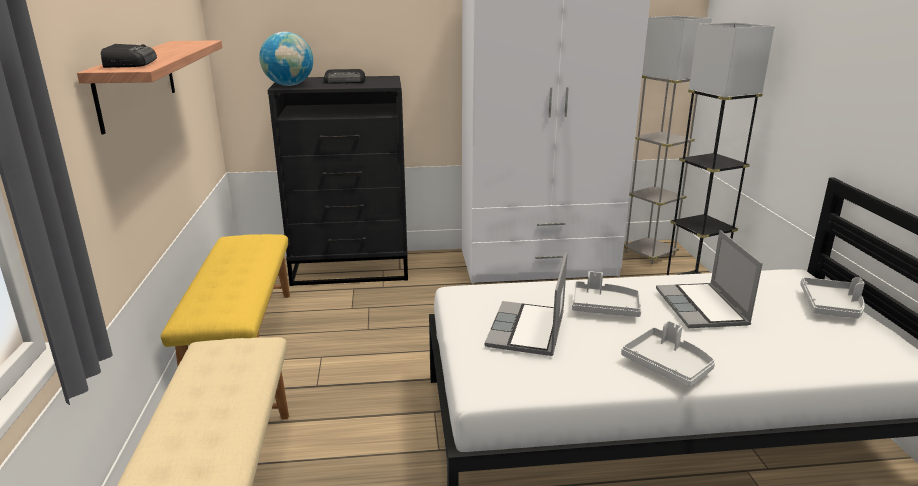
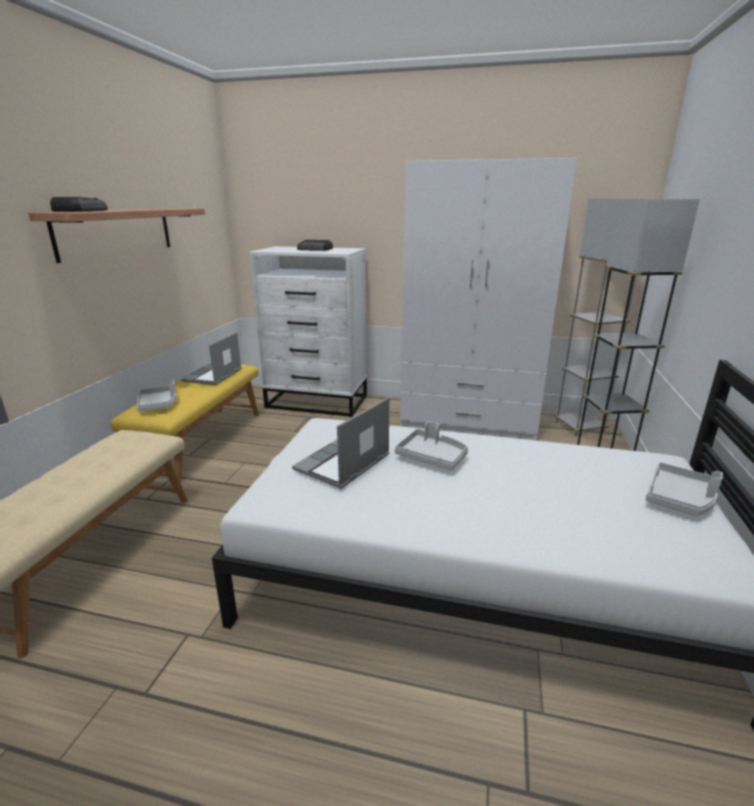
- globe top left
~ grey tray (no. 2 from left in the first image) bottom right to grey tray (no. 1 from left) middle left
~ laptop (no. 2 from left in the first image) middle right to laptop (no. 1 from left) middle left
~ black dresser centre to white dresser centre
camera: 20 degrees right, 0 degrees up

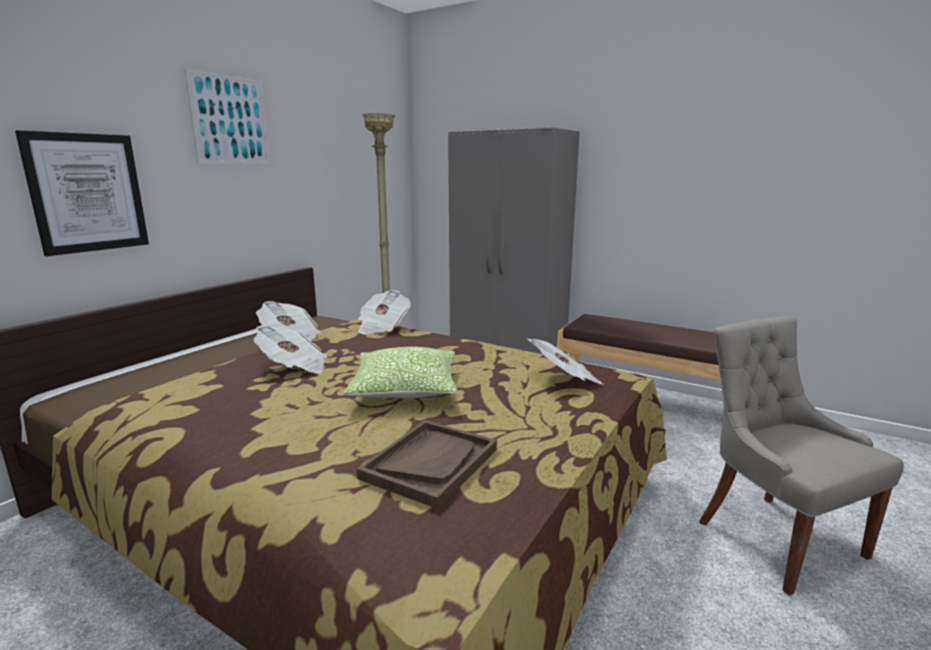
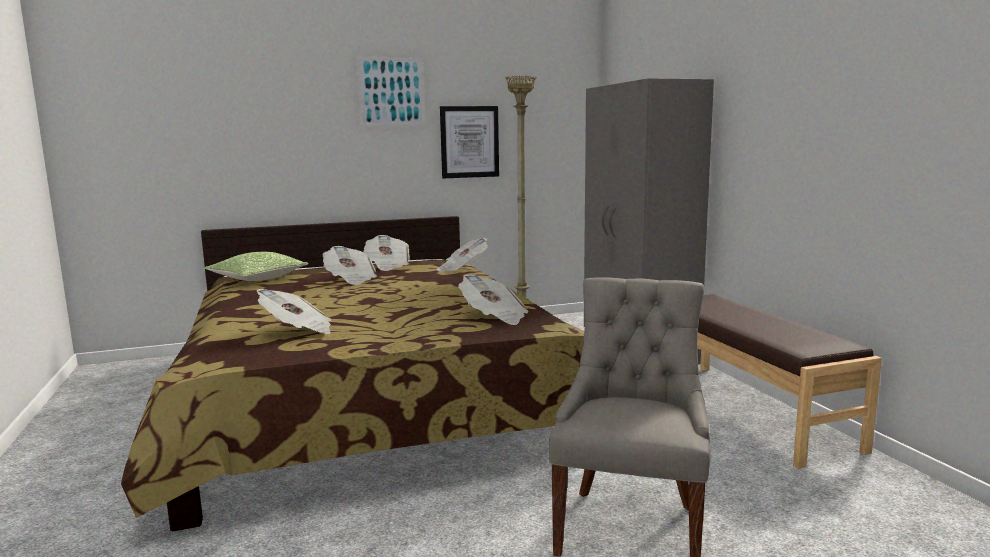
~ picture (no. 1 from left in the first image) top left to picture (no. 2 from left) top centre
~ pillow centre to middle left
~ brown tray bottom centre to newspaper (no. 1 from left) middle left
camera: 40 degrees right, 5 degrees down

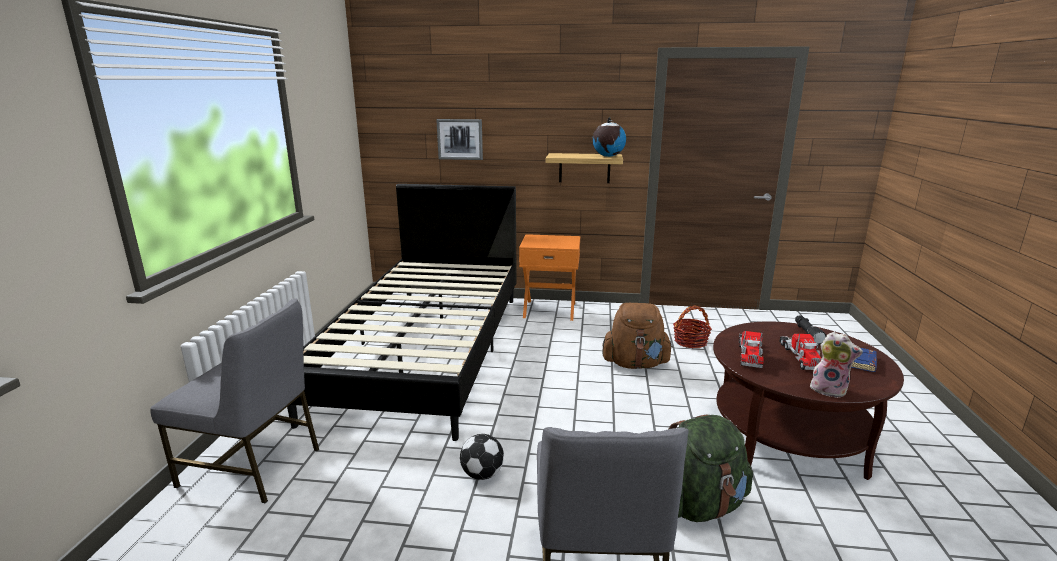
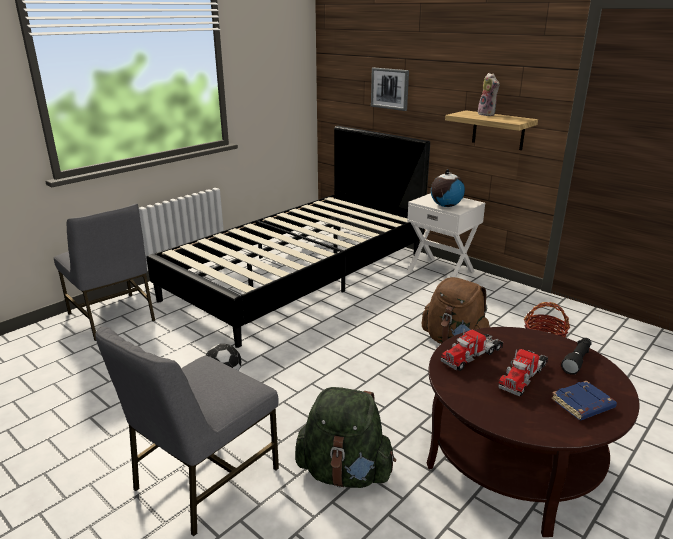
~ globe top centre to centre
~ plush toy middle right to top right
~ orange nightstand centre to white nightstand centre
camera: 35 degrees right, 5 degrees up

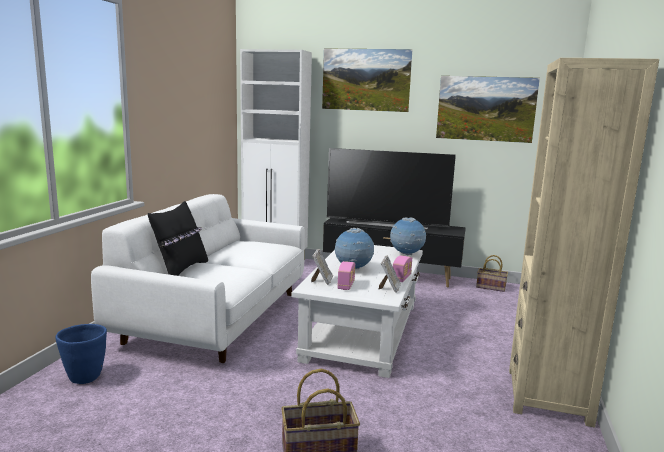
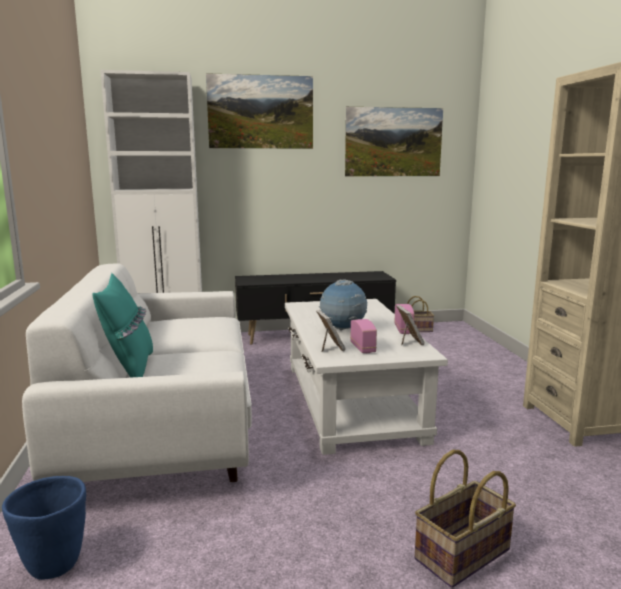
- television centre
- globe (no. 2 from left) centre
~ black pillow middle left to turquoise pillow middle left
camera: 25 degrees left, 0 degrees up

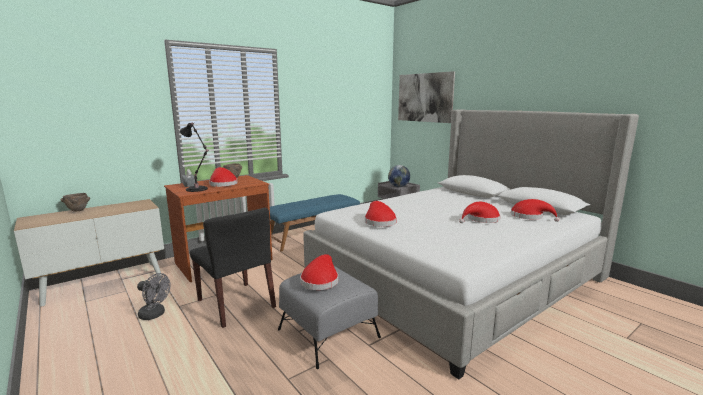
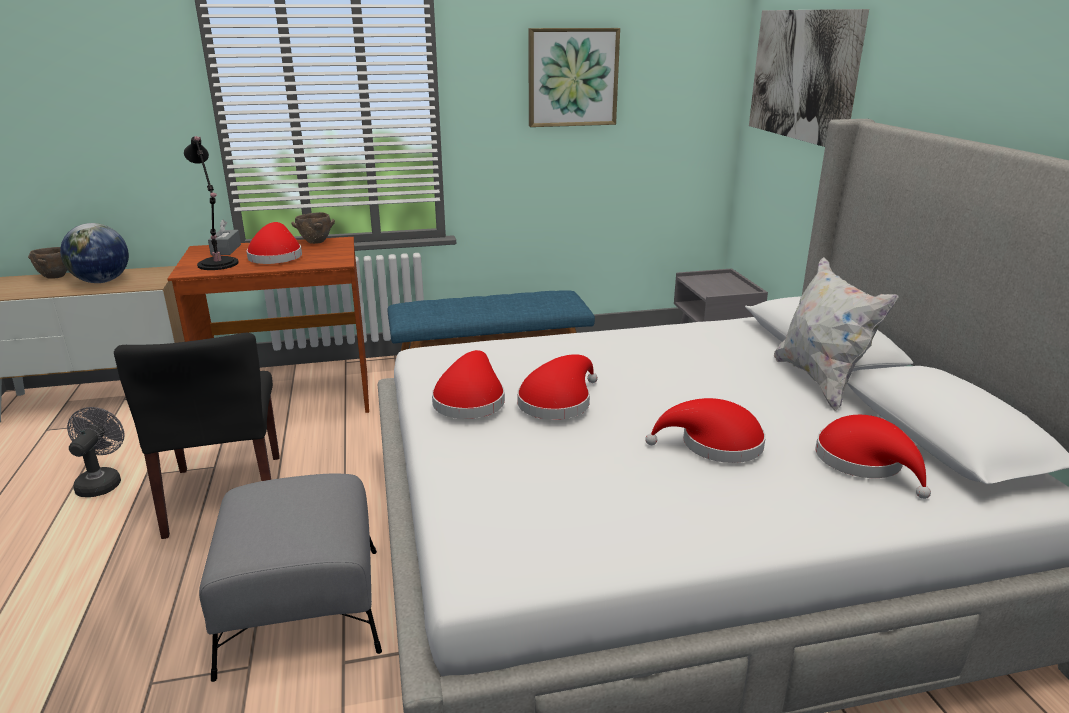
+ picture (no. 1 from left) top centre
+ white pillow middle right
~ red hat (no. 2 from left in the first image) bottom centre to red hat (no. 3 from left) centre
~ globe centre to middle left
~ grey fan bottom left = middle left 135 degrees counterclockwise
camera: 25 degrees right, 10 degrees up

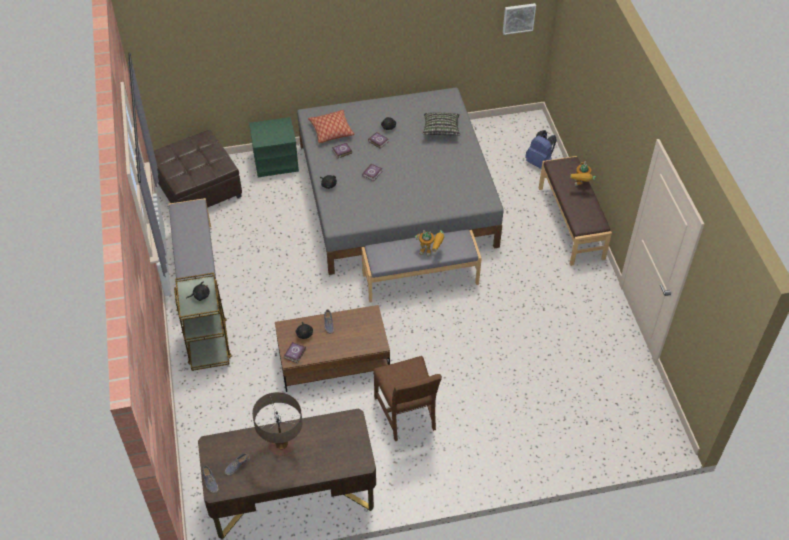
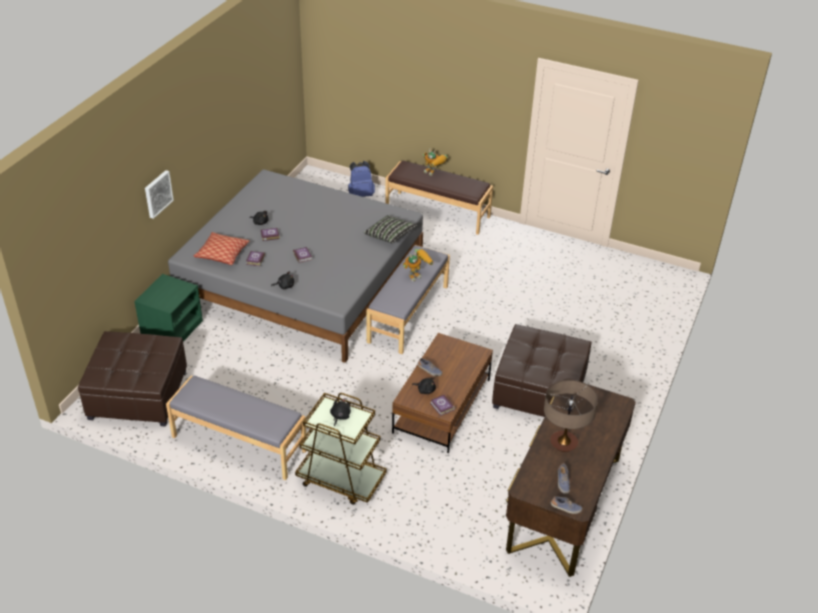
~ pillow (no. 2 from left) top centre to centre
~ picture top centre to top left
~ brown chair bottom centre to brown ottoman (no. 2 from left) centre
camera: 55 degrees left, 10 degrees down

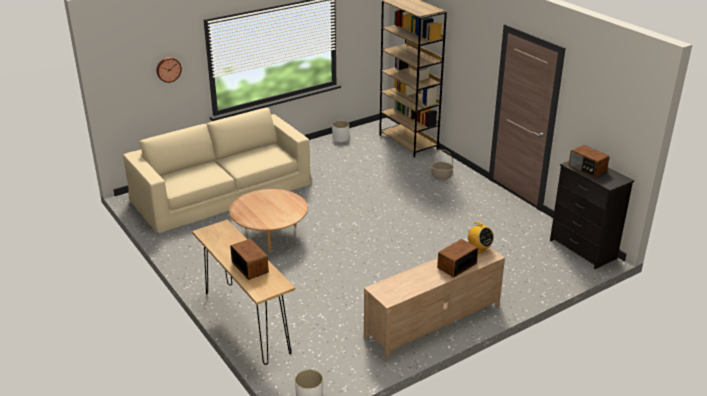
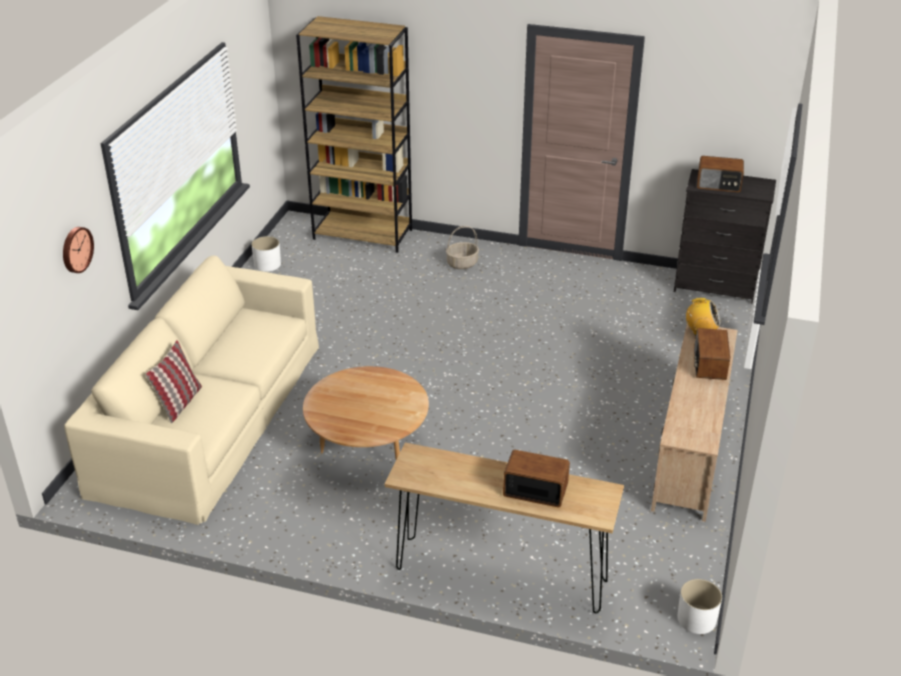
+ pillow middle left
camera: 40 degrees left, 5 degrees up

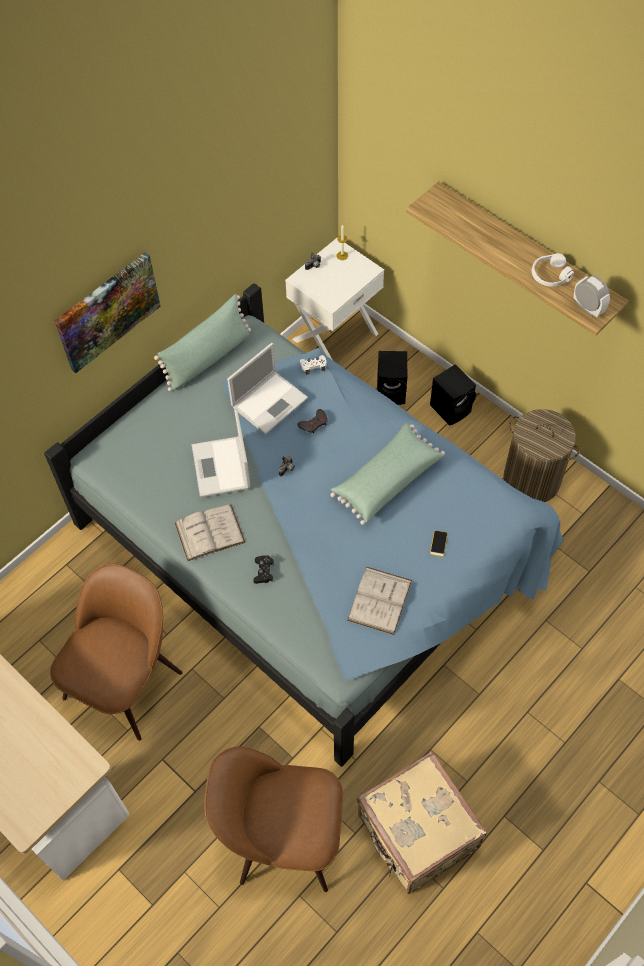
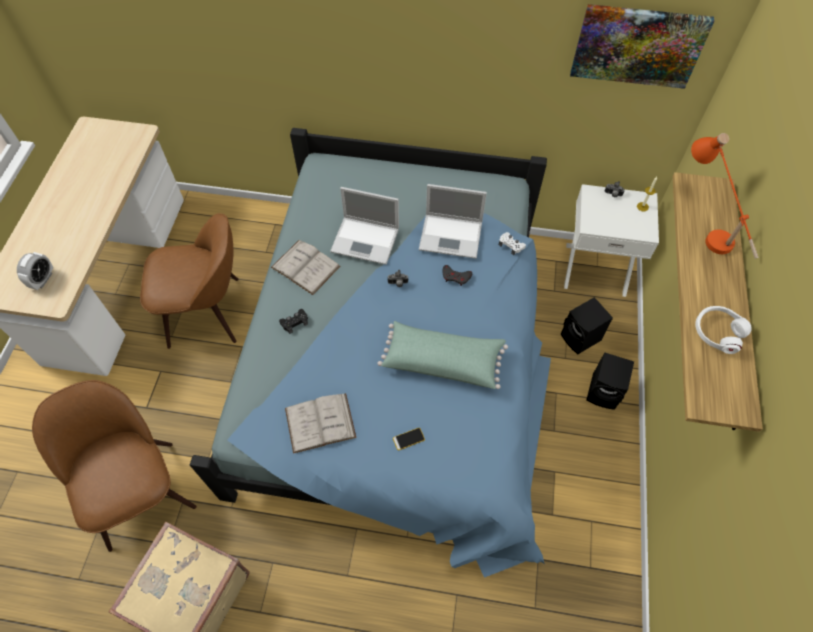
- green pillow (no. 1 from left) middle left
- laundry basket middle right
+ orange table lamp top right
~ picture top left to top right
~ alarm clock top right to middle left
~ laptop (no. 1 from left) centre = centre 120 degrees counterclockwise
camera: 55 degrees right, 0 degrees up

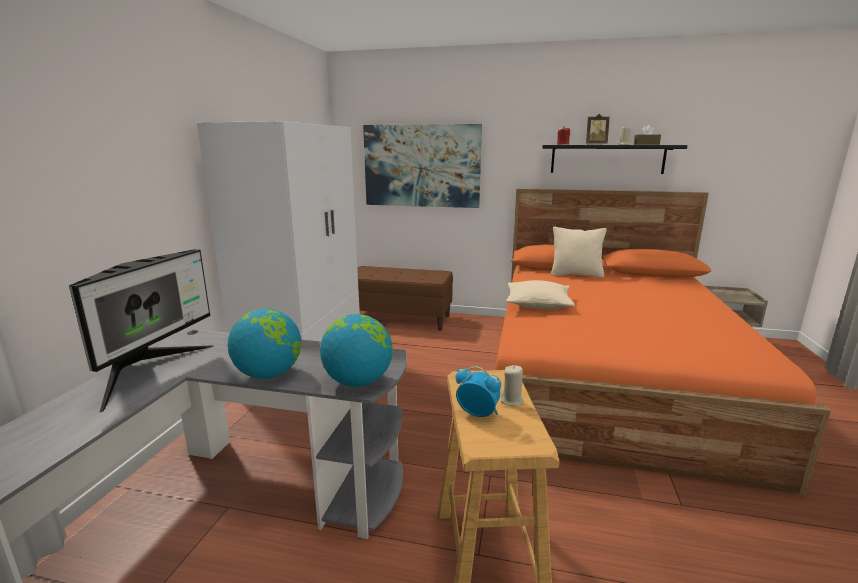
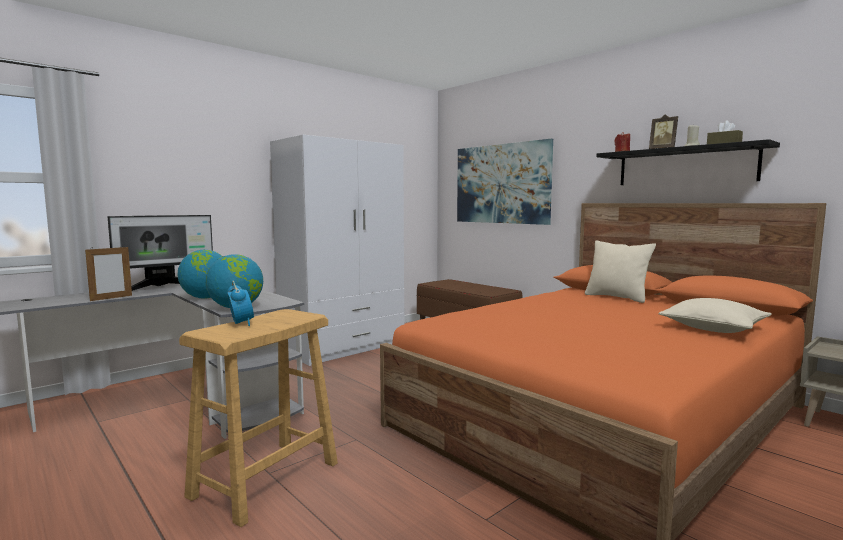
- beige candle (no. 1 from left) centre
+ picture frame (no. 1 from left) middle left
~ beige pillow (no. 1 from left in the first image) centre to beige pillow (no. 2 from left) middle right
camera: 35 degrees right, 10 degrees down

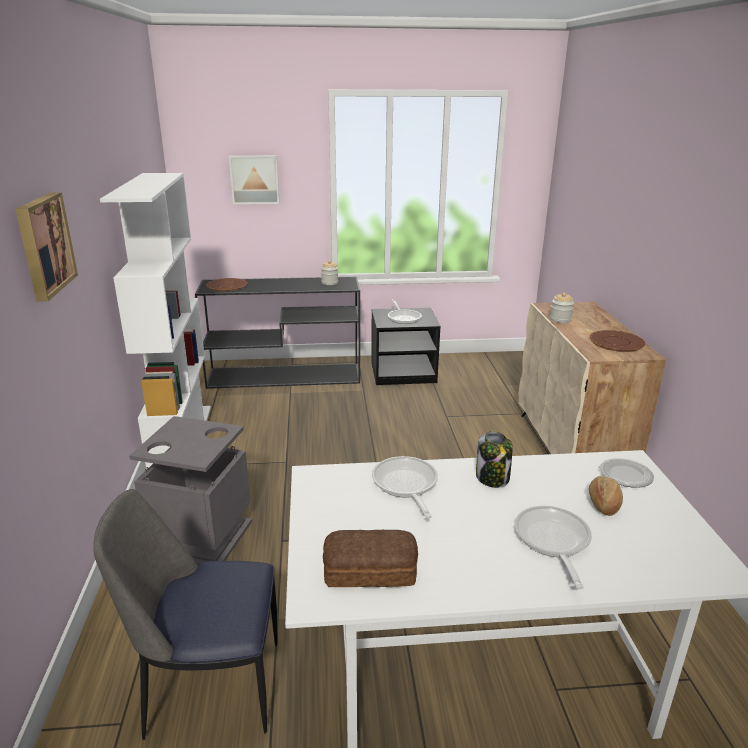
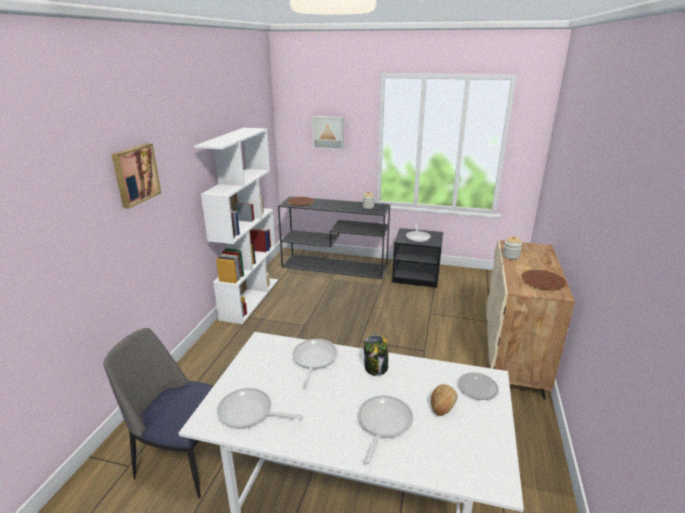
- grey trash can middle left
~ bread (no. 1 from left) bottom centre to frying pan (no. 1 from left) bottom centre
camera: 20 degrees right, 0 degrees up

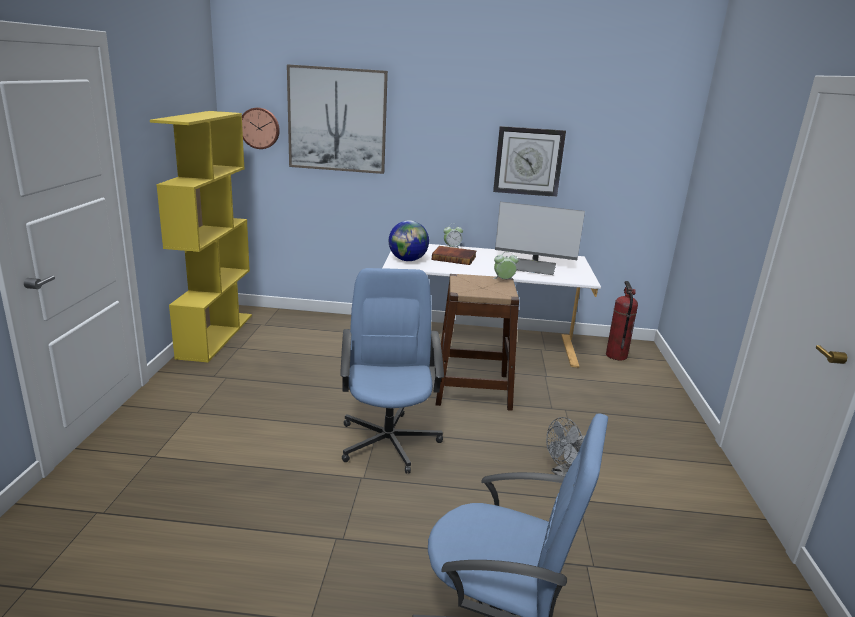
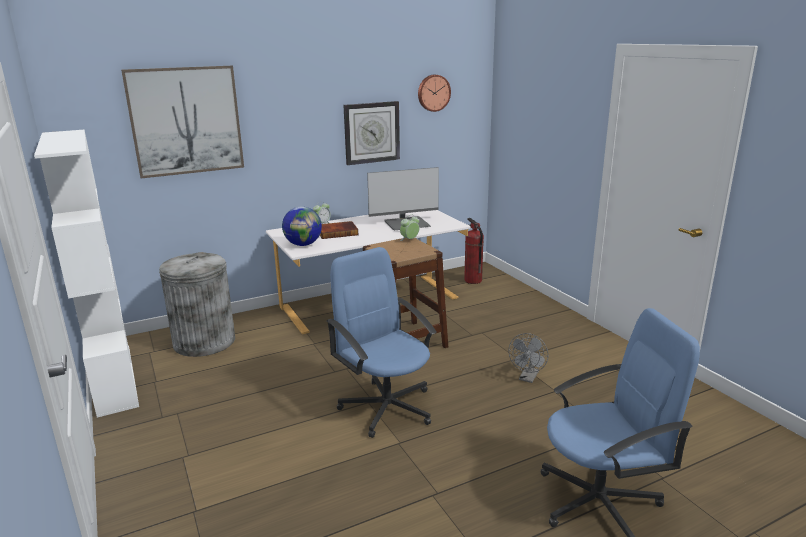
+ grey trash can middle left
~ wall clock (no. 1 from left in the first image) top left to wall clock (no. 2 from left) top centre
~ yellow bookcase middle left to white bookcase middle left
camera: 30 degrees left, 0 degrees up

